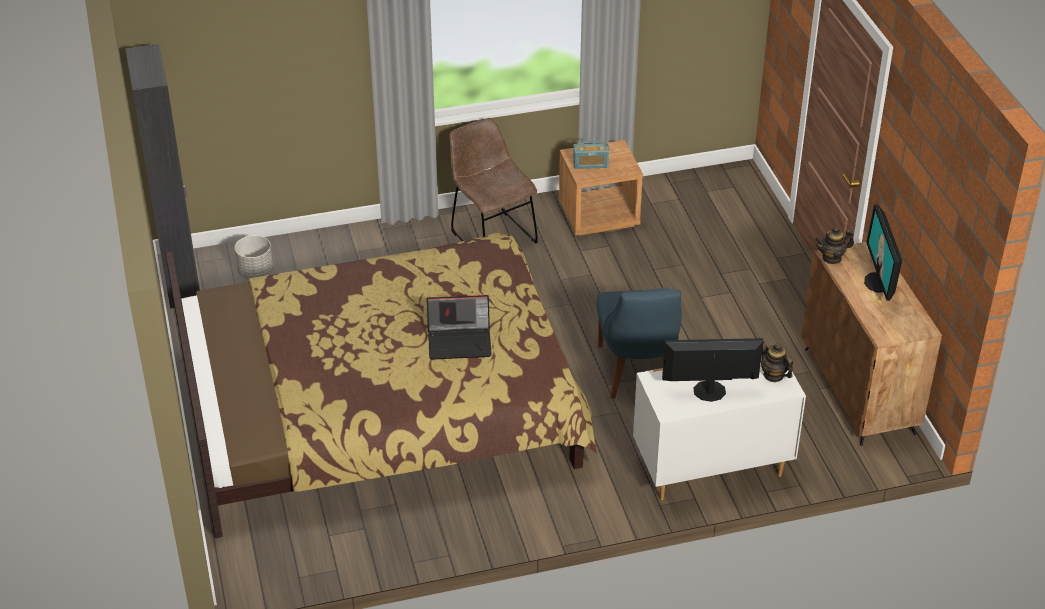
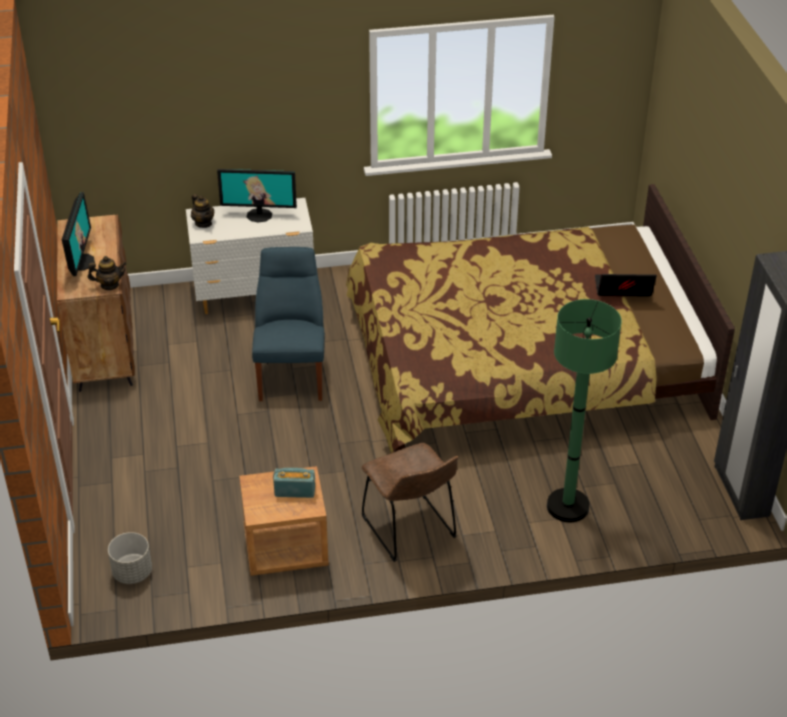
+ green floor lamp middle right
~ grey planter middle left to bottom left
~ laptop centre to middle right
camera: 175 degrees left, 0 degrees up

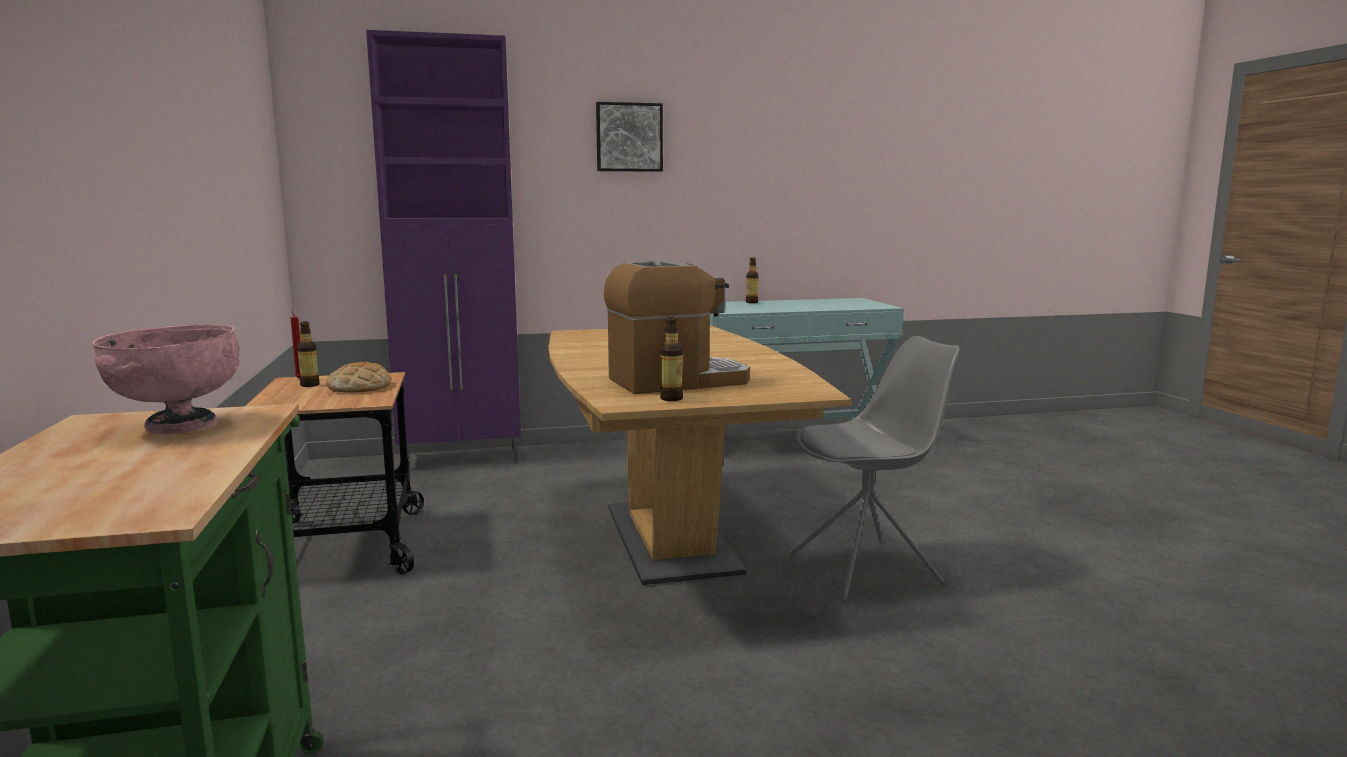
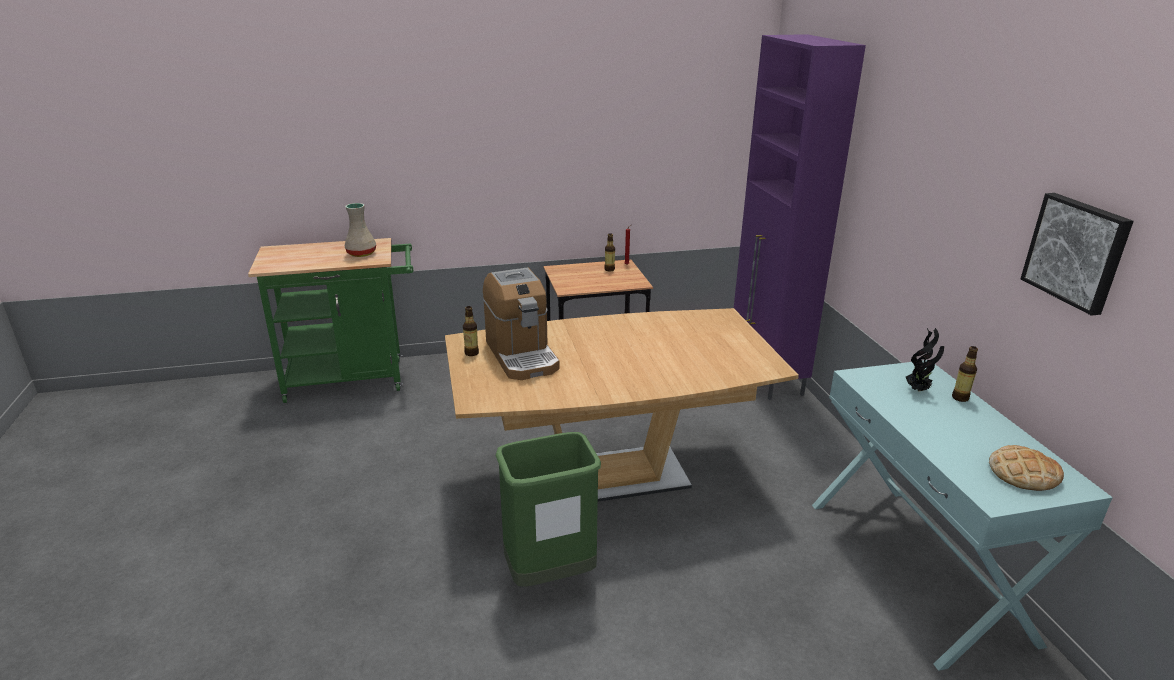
+ potted plant middle right
~ bread middle left to bottom right
~ picture top centre to middle right
~ pink bowl middle left to beige vase middle left
~ grey chair centre to green trash can bottom centre
camera: 90 degrees right, 15 degrees up

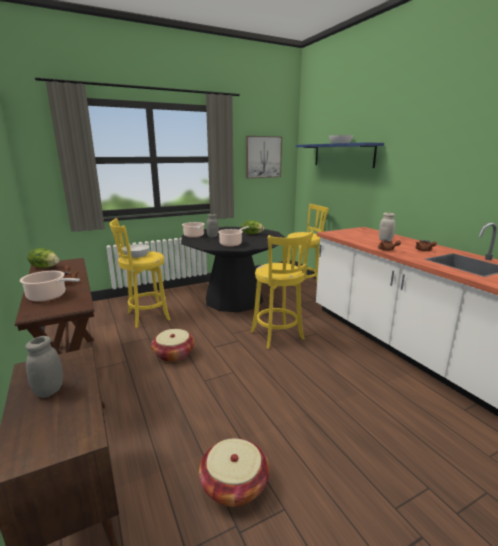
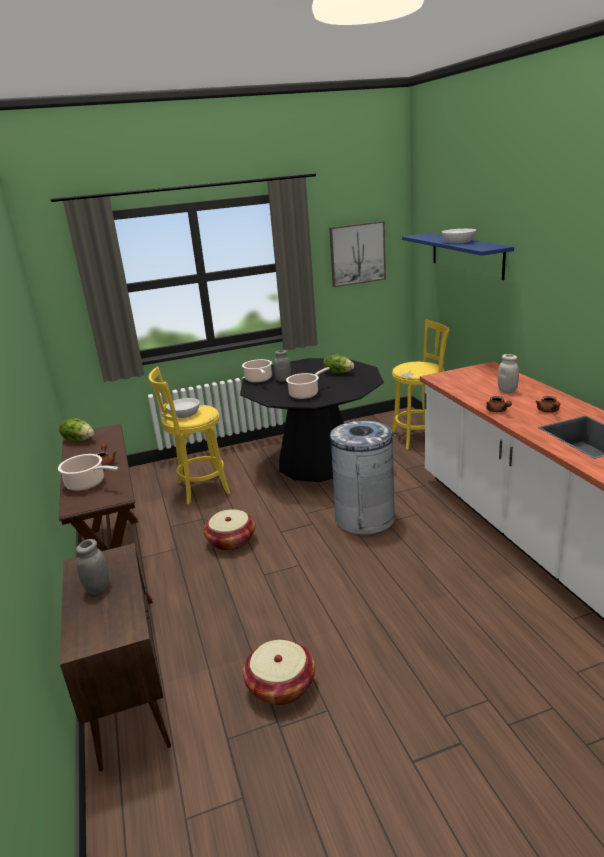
~ yellow stool (no. 2 from left) centre to grey trash can centre
camera: 10 degrees right, 5 degrees up

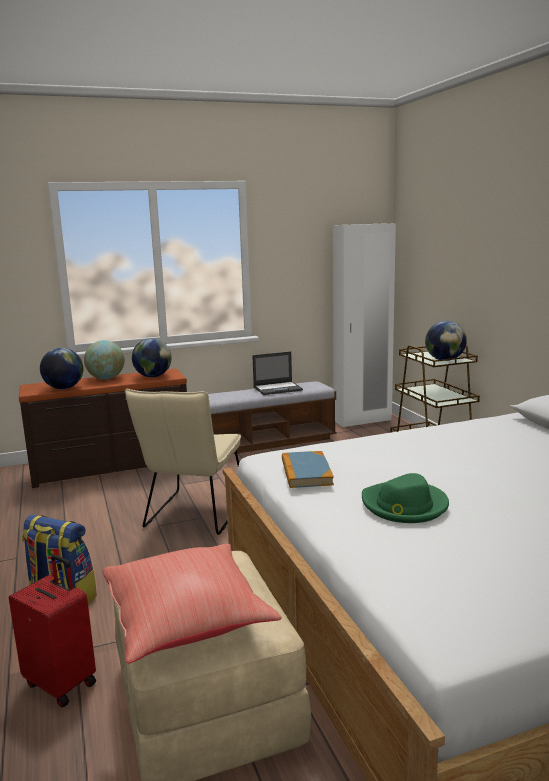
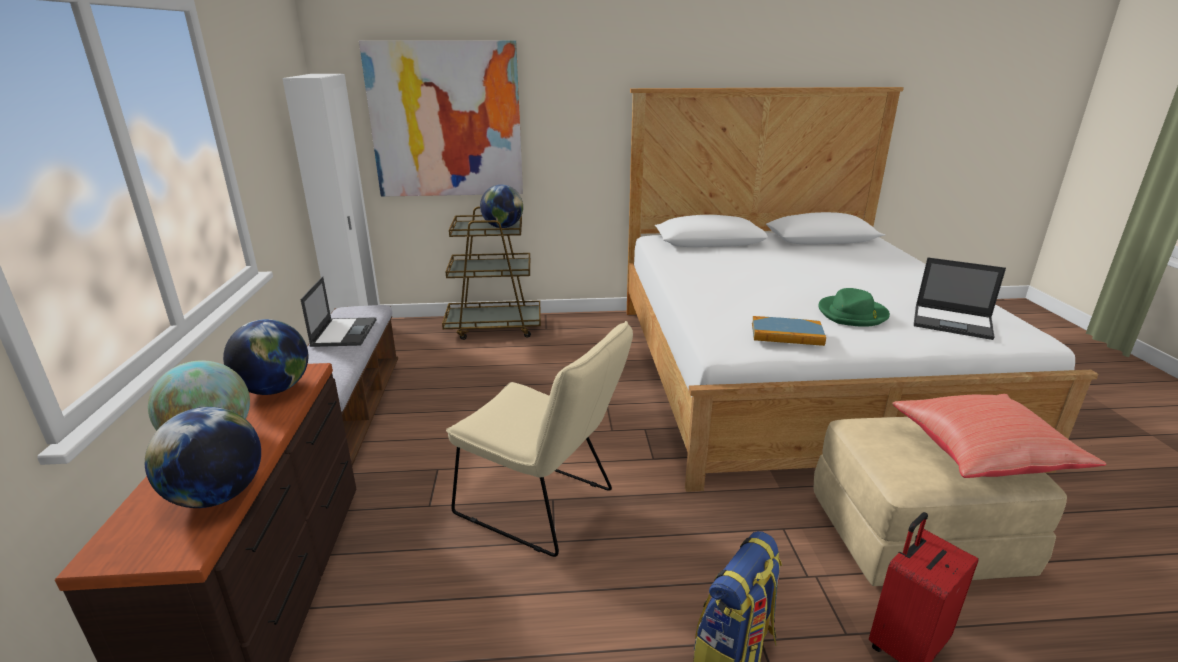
+ picture top centre
+ laptop (no. 2 from left) middle right
camera: 75 degrees left, 10 degrees up

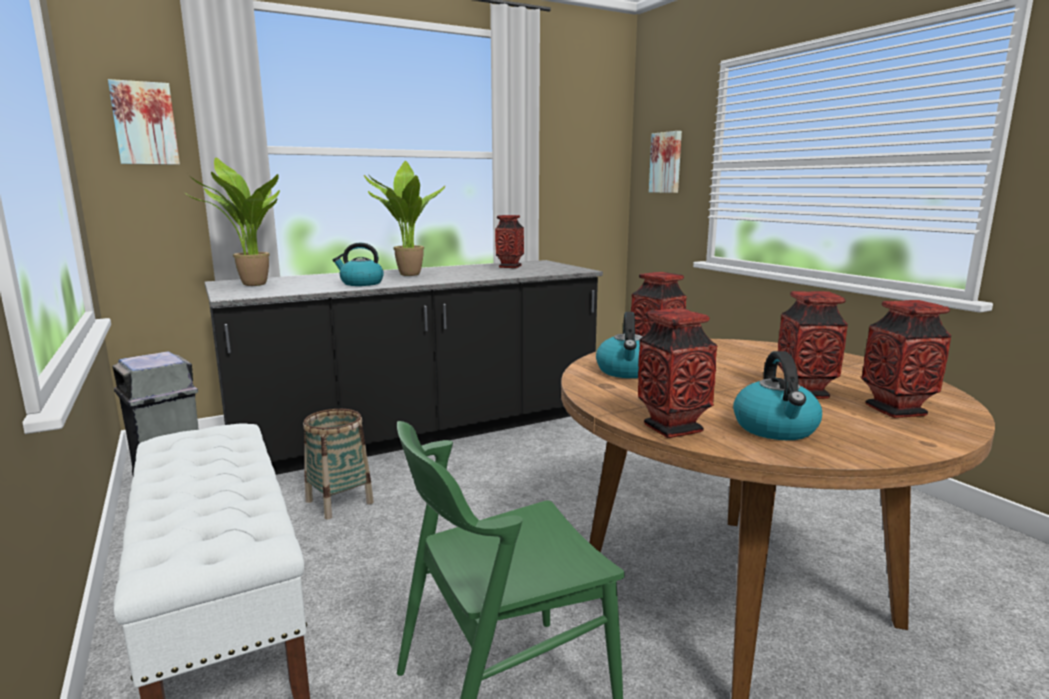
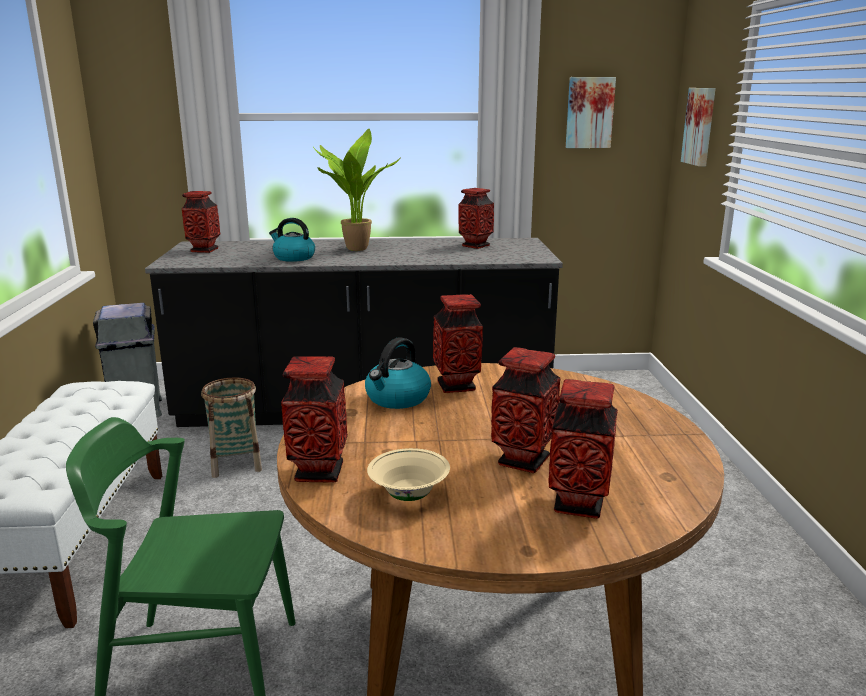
~ picture (no. 1 from left) top left to top right
~ potted plant (no. 1 from left) top left to vase (no. 1 from left) top left
~ kettle (no. 3 from left) middle right to beige bowl bottom centre
camera: 25 degrees right, 5 degrees up

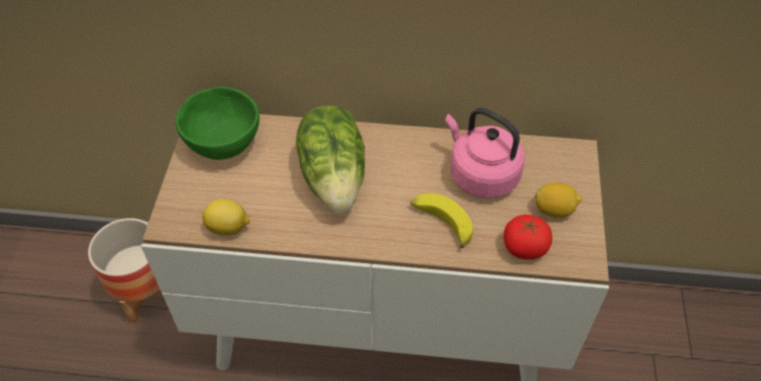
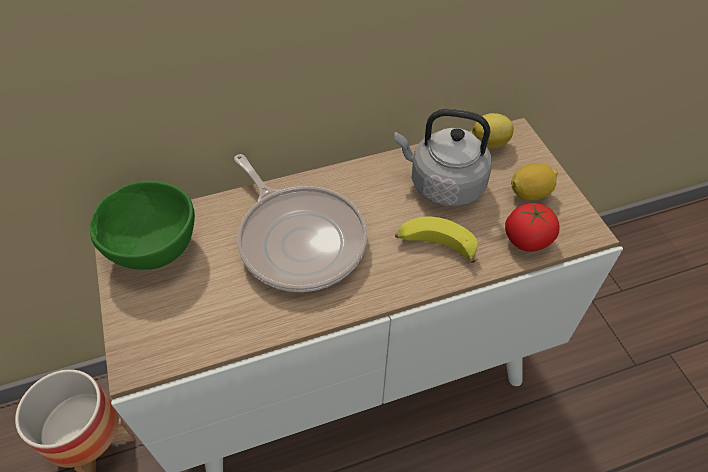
~ lemon (no. 1 from left) middle left to top right
~ lettuce centre to frying pan centre
~ pink kettle centre to grey kettle centre
camera: 25 degrees left, 0 degrees up

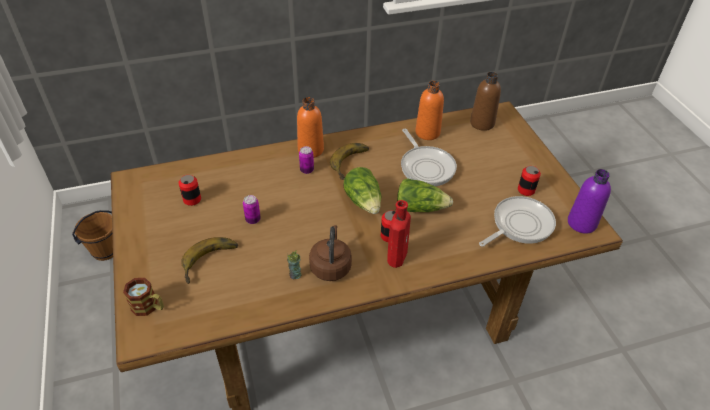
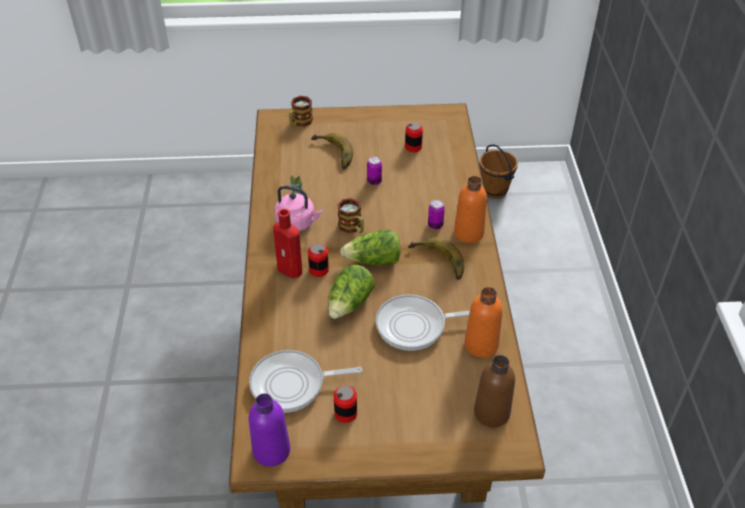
+ mug (no. 2 from left) centre
~ brown kettle centre to pink kettle centre
~ frying pan (no. 2 from left in the first image) middle right = bottom centre 105 degrees clockwise
camera: 105 degrees right, 0 degrees up

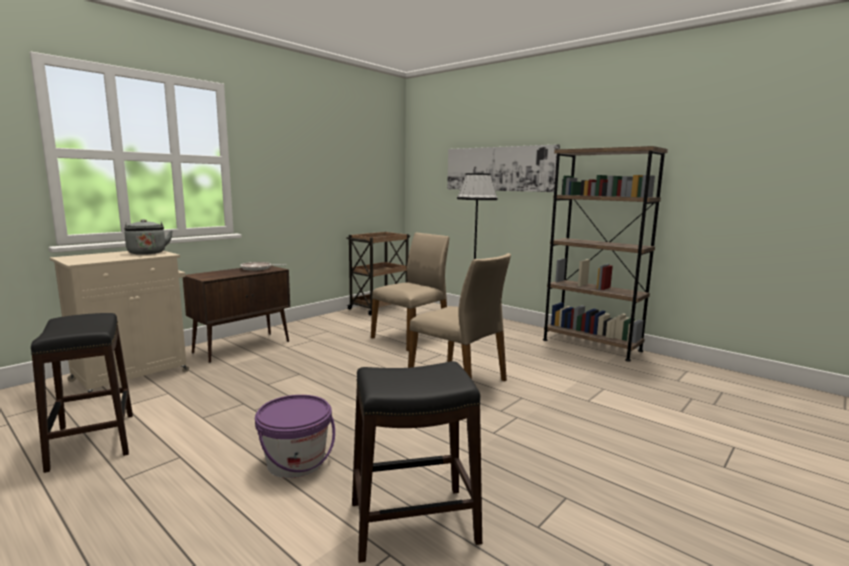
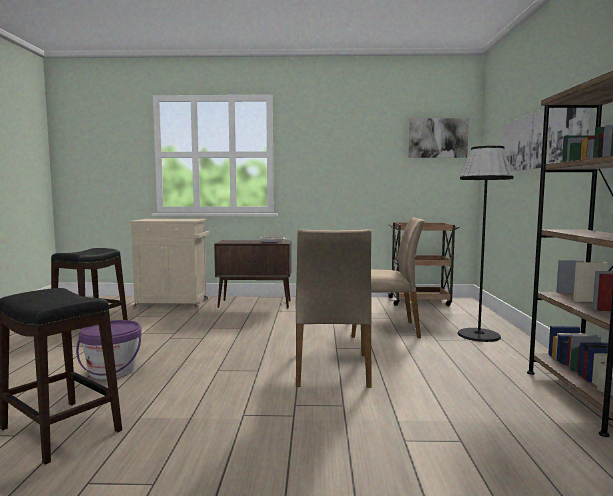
- grey kettle middle left
+ picture (no. 1 from left) top right
camera: 50 degrees right, 5 degrees down

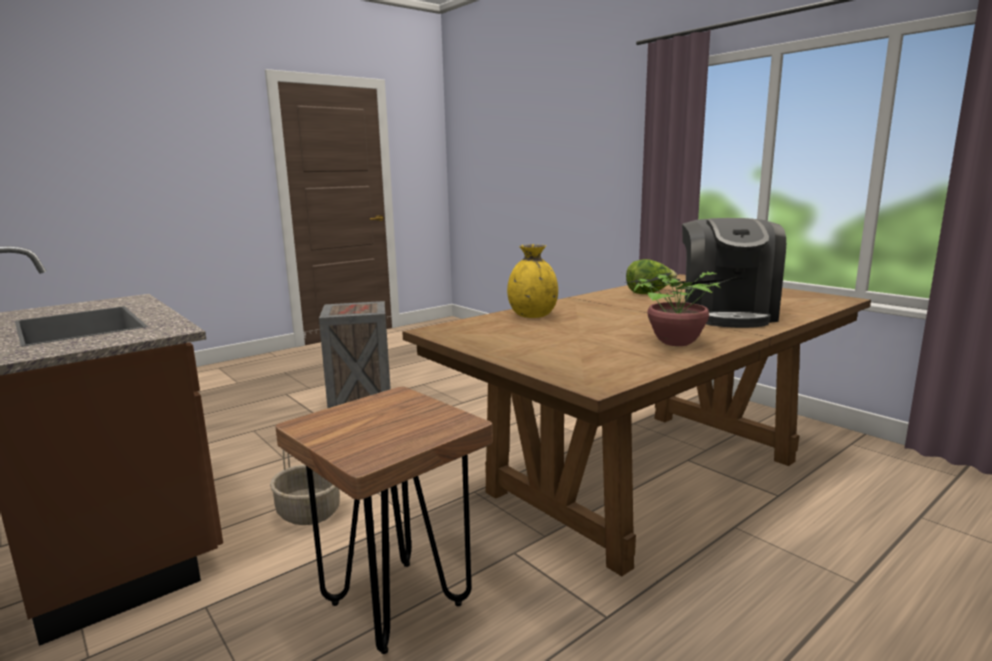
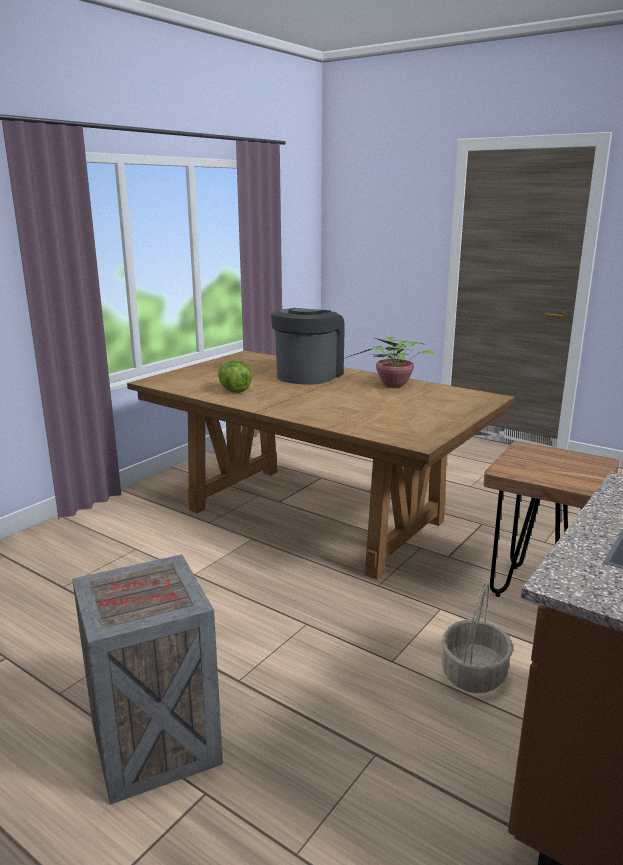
- yellow vase centre
~ coffee machine middle right = centre 60 degrees counterclockwise
camera: 105 degrees left, 5 degrees up

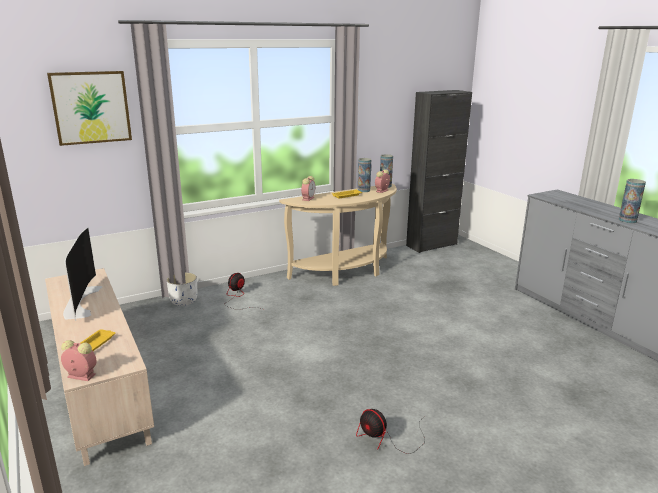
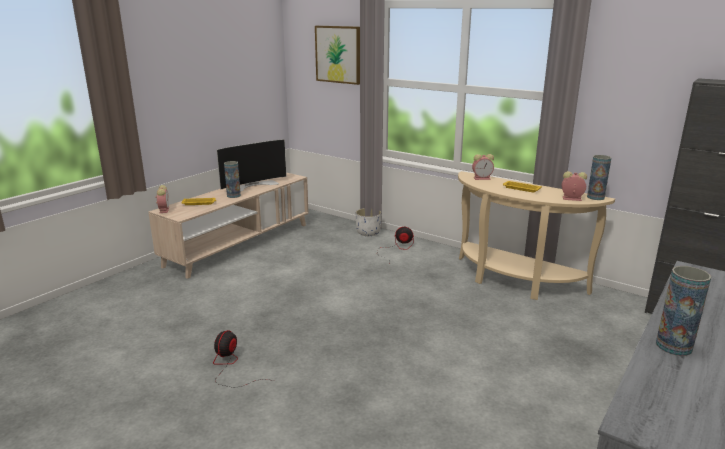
~ vase (no. 1 from left) centre to middle left
camera: 65 degrees right, 0 degrees up

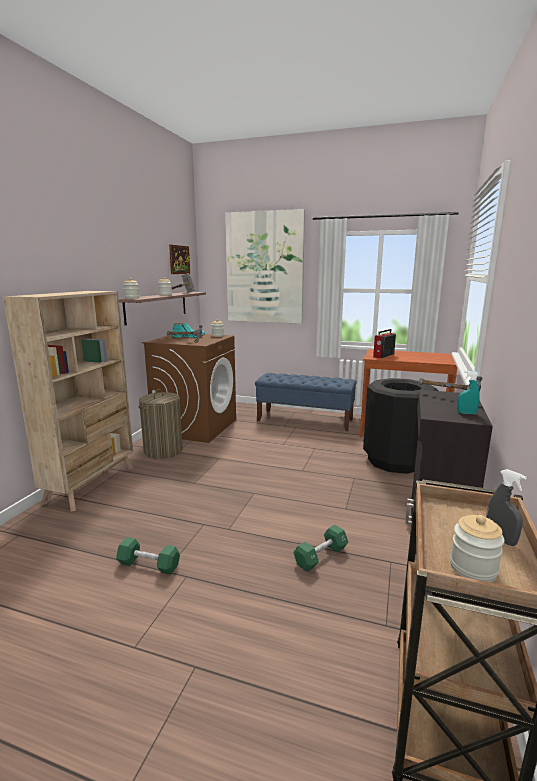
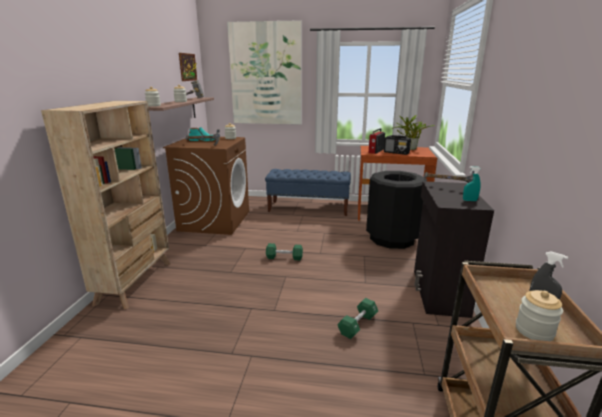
- laundry basket middle left
+ radio (no. 2 from left) centre
+ potted plant top right
~ green dumbbell (no. 1 from left) bottom left to centre
camera: 10 degrees left, 5 degrees up

